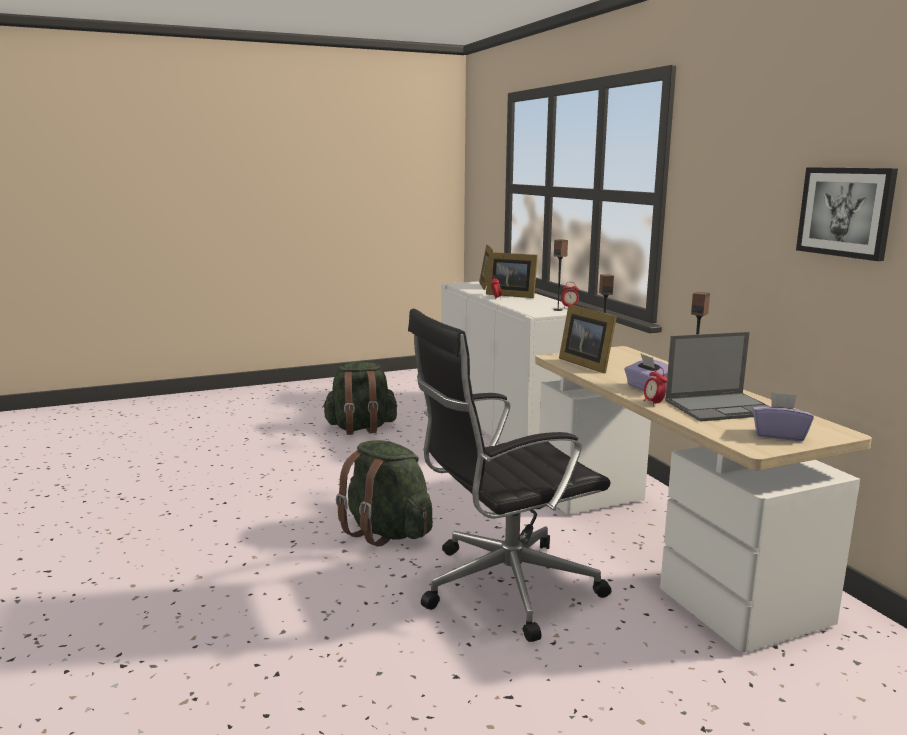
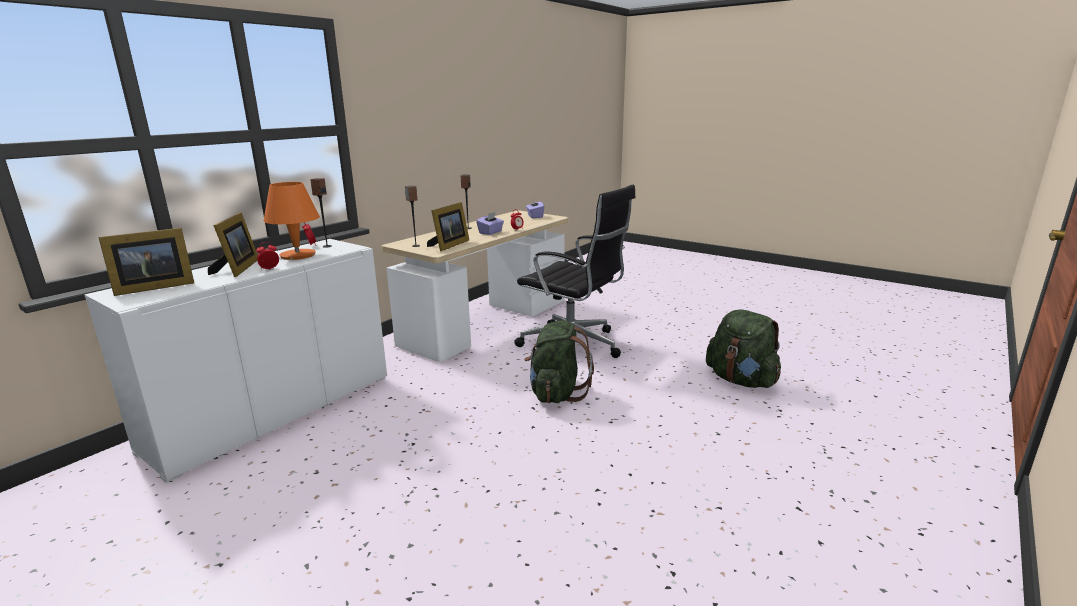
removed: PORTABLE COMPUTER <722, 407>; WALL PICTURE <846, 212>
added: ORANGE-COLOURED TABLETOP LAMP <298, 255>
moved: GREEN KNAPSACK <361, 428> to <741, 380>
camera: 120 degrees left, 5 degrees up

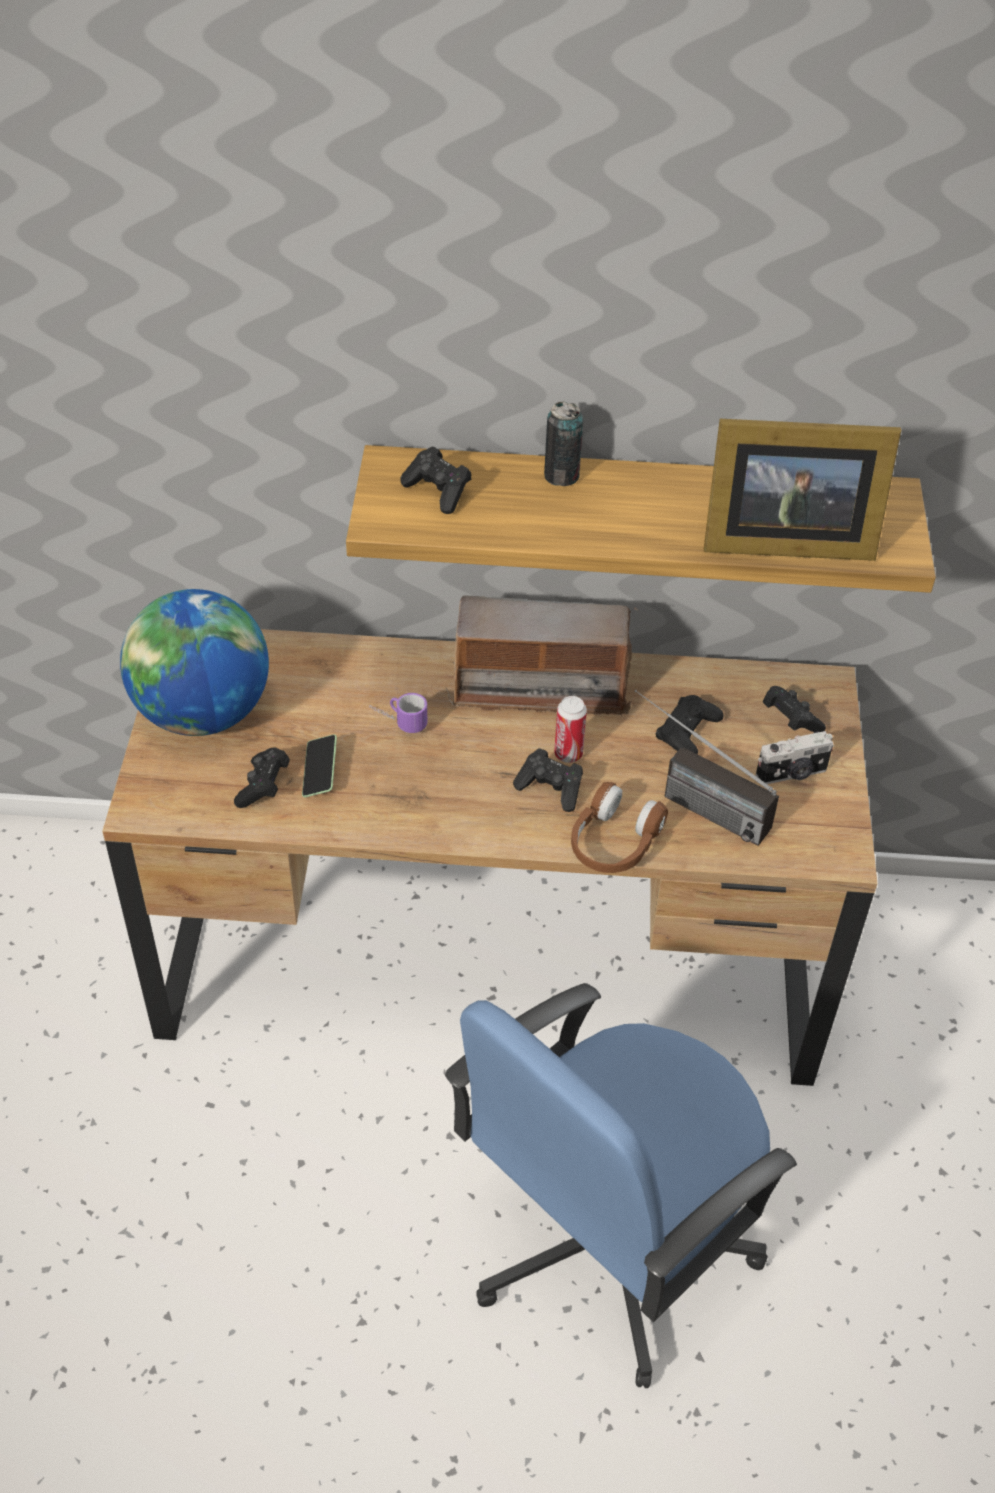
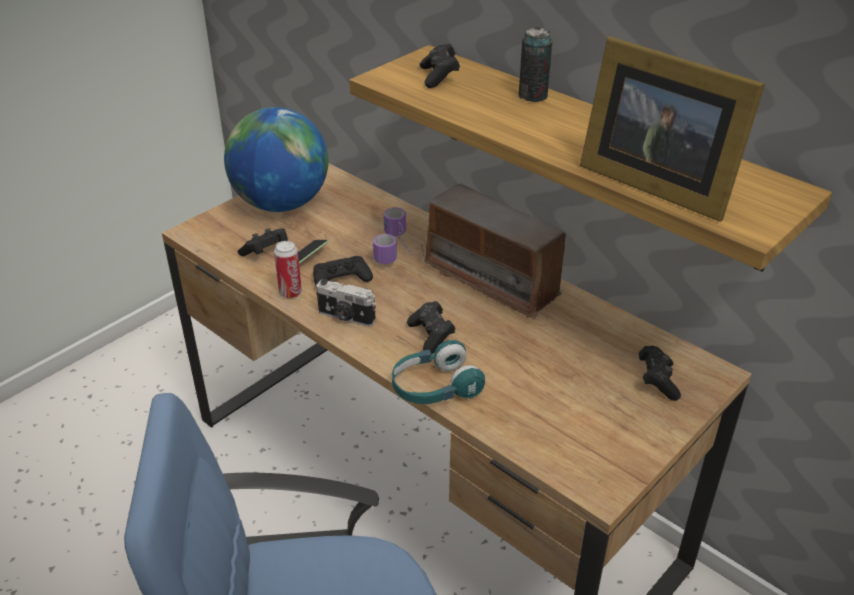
removed: RADIO <690, 801>
added: MUG <400, 243>
moved: CAN <568, 754> to <290, 293>; BLACK-COLOURED JOYPAD <688, 731> to <341, 278>; STILL CAMERA <792, 774> to <346, 317>
recoloured: BROWNISH HEADSET <613, 843> to TURQUOISE HEADSET <435, 387>
camera: 40 degrees right, 10 degrees down

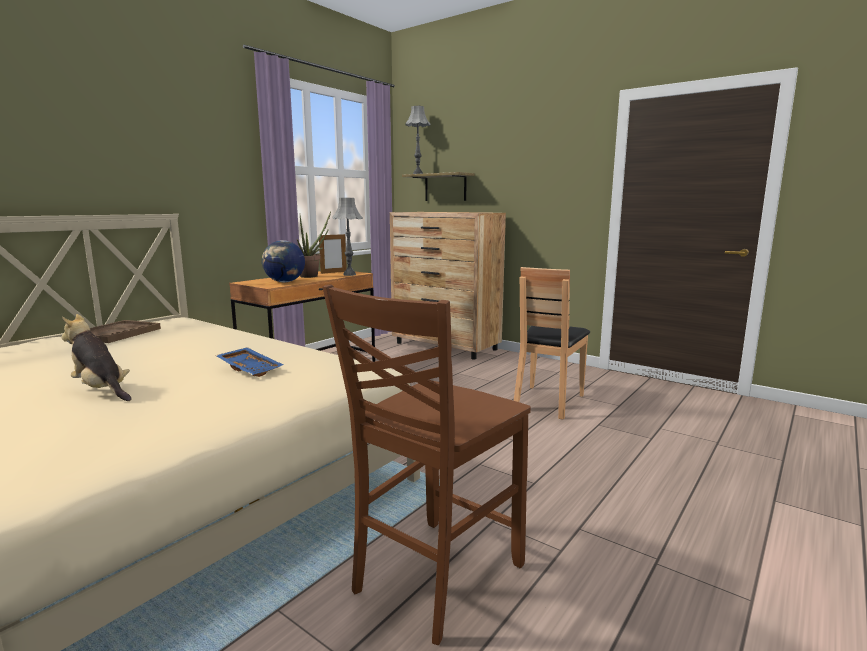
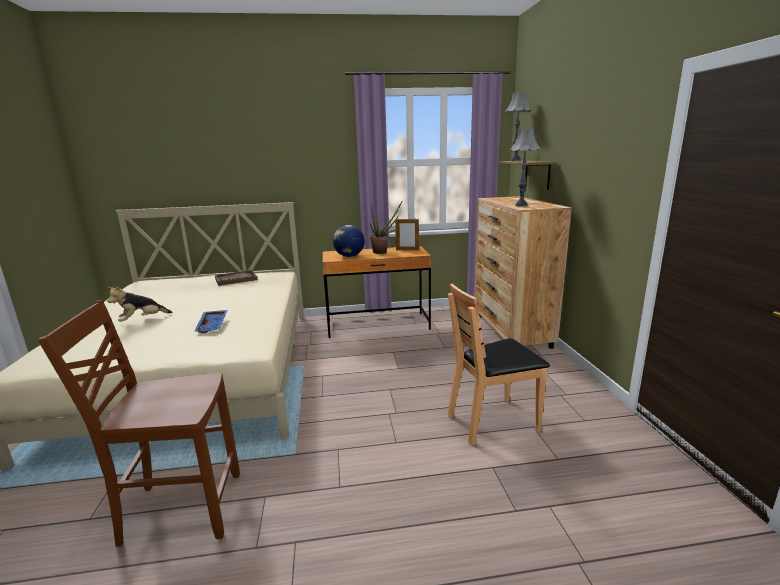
moved: GREYISH TABLETOP LAMP <349, 275> to <521, 205>
turned: SOFT TOY <101, 390> = <142, 320> 120 degrees counterclockwise
camera: 45 degrees right, 5 degrees up

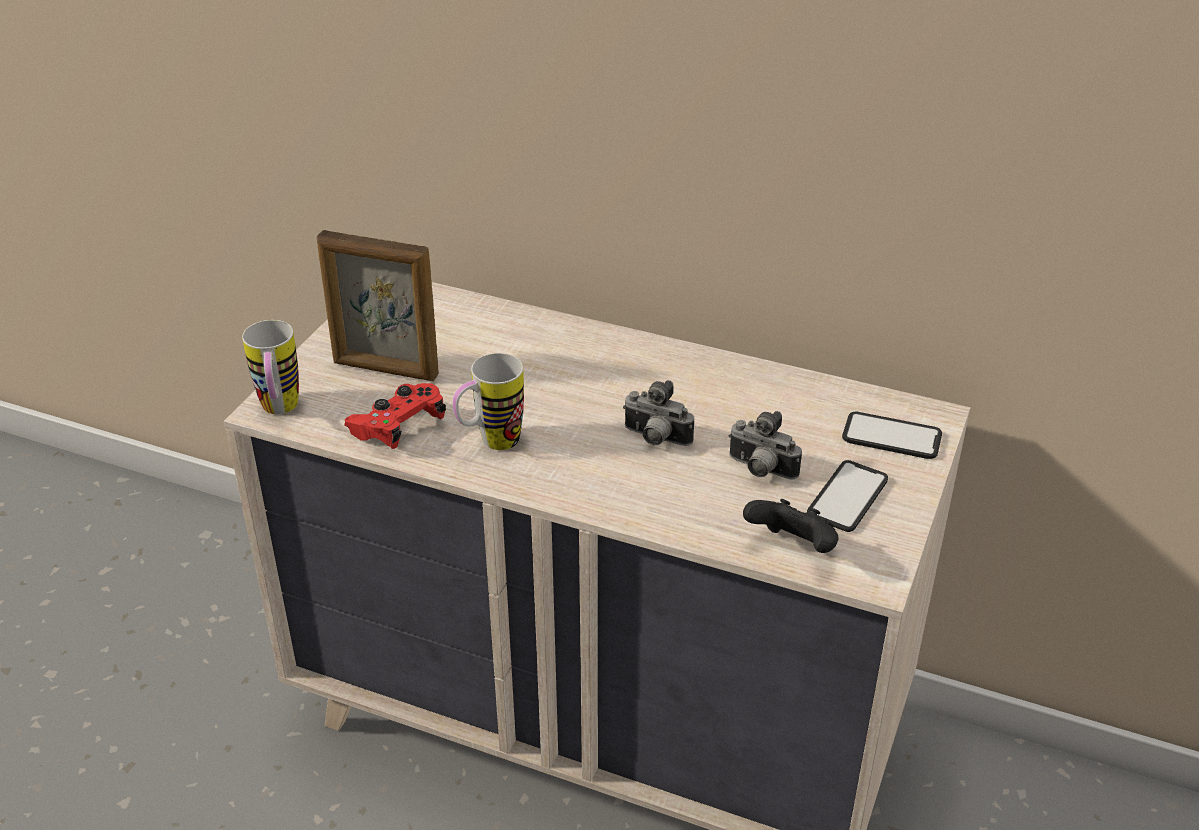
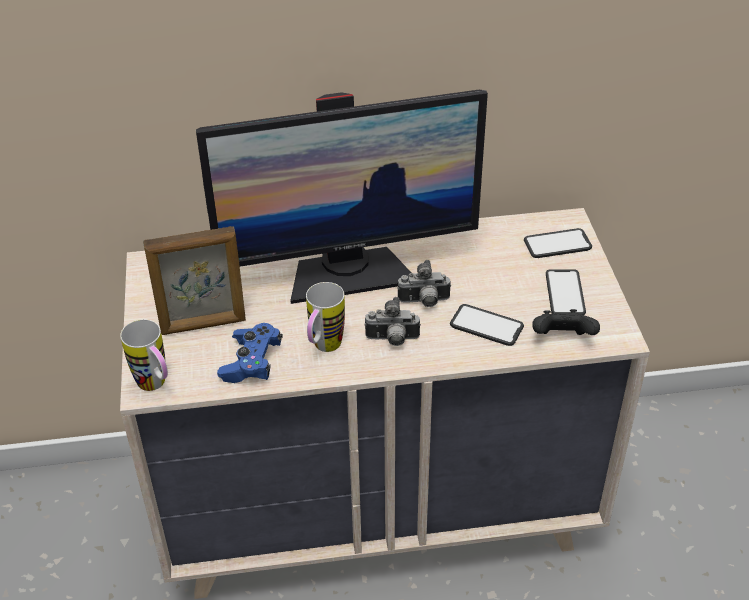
added: COMPUTER DISPLAY <348, 271>; TELEPHONE <486, 326>
moved: STILL CAMERA <760, 470> to <392, 340>
recoloured: RED JOYPAD <398, 427> to BLUE-COLOURED JOYPAD <251, 363>
camera: 30 degrees left, 5 degrees up

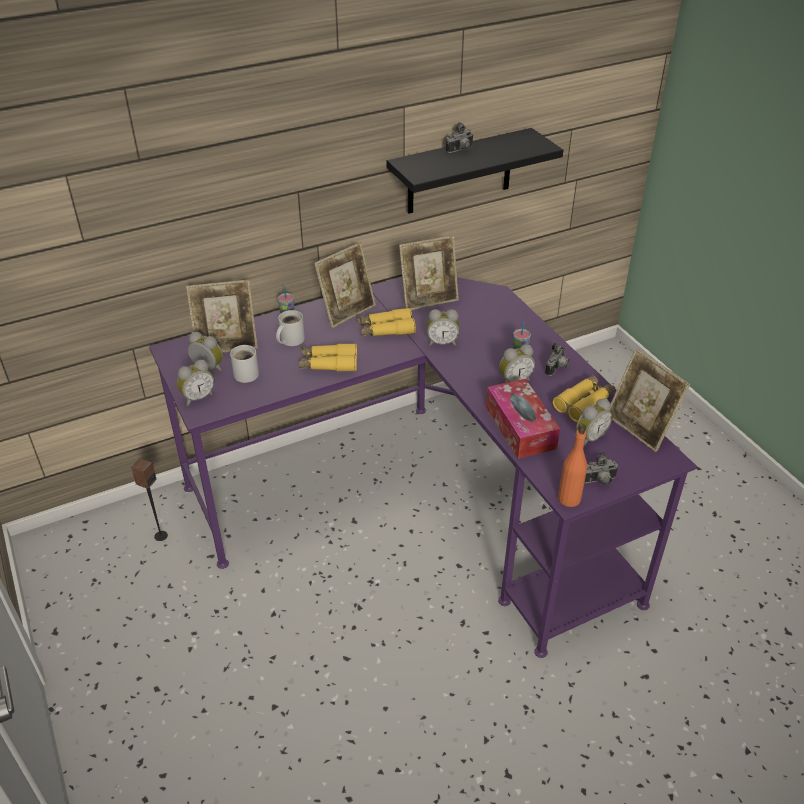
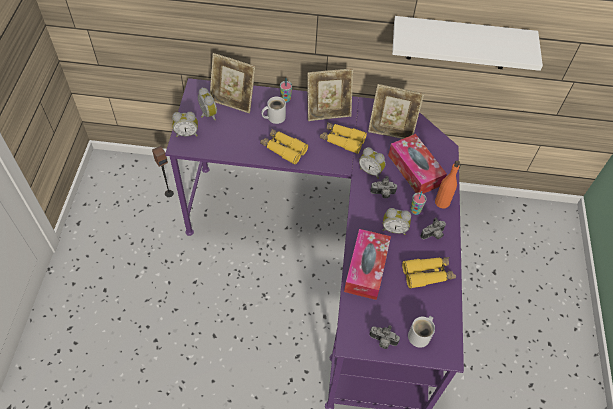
removed: BEDSIDE CLOCK <589, 437>; PHOTO FRAME <639, 428>
added: TISSUE HOLDER <415, 170>
moved: STILL CAMERA <461, 150> to <383, 194>; WHITE MUG <248, 373> to <421, 335>; ORANGE-COLOURED DRINK BOTTLE <569, 498> to <442, 202>
recoloured: BLACK-COLOURED WALL SHELF <459, 172> to WHITE WALL SHELF <460, 43>
camera: 30 degrees right, 15 degrees up

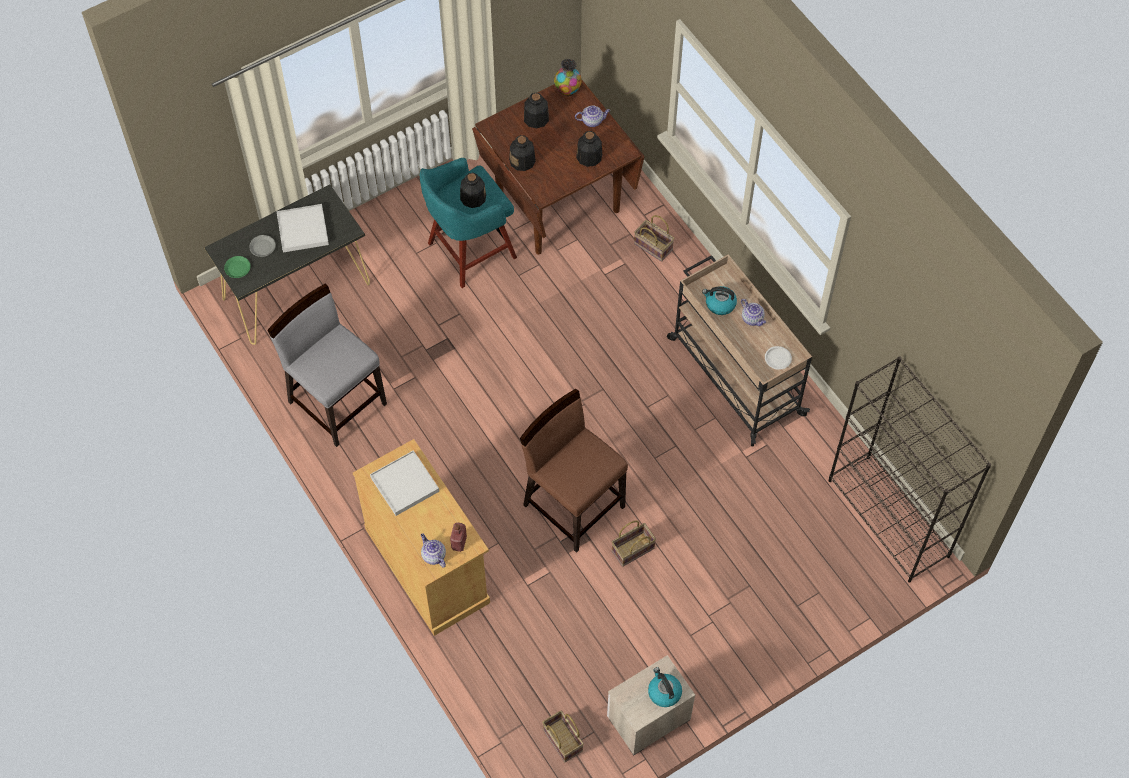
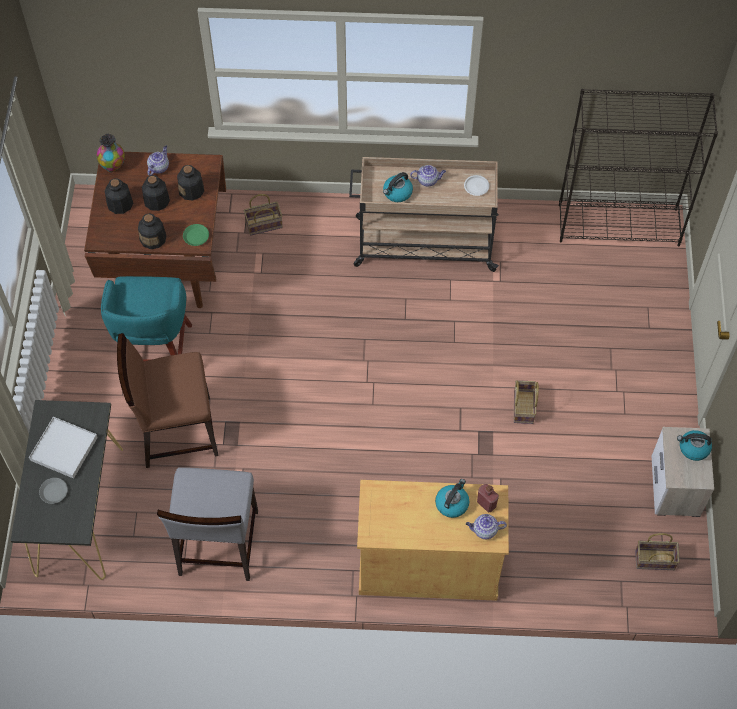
removed: WHITE TRAY <405, 484>
added: TEA KETTLE <452, 503>
moved: BROWNISH UPRIGHT CHAIR <573, 504> to <176, 431>; DRINK BOTTLE <472, 197> to <156, 201>; GREEN FLAT DISH <238, 268> to <196, 236>
turned: GREYISH UPRIGHT CHAIR <337, 402> = <217, 544> 75 degrees counterclockwise
camera: 55 degrees left, 0 degrees up

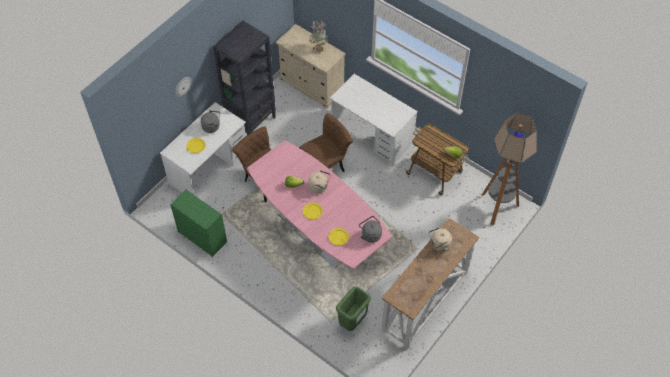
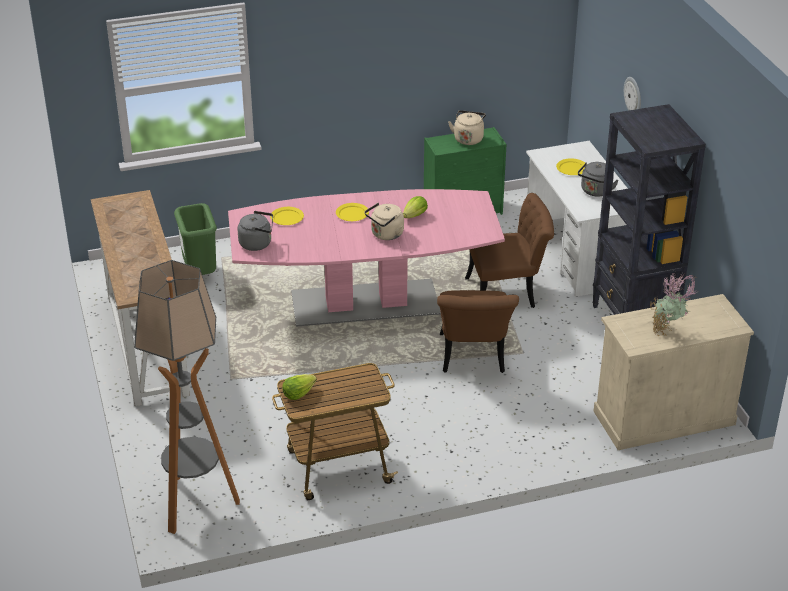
removed: WHITE DESK TABLE <372, 135>
moved: BEIGE-COLOURED TEA KETTLE <439, 244> to <468, 138>
camera: 125 degrees right, 20 degrees down

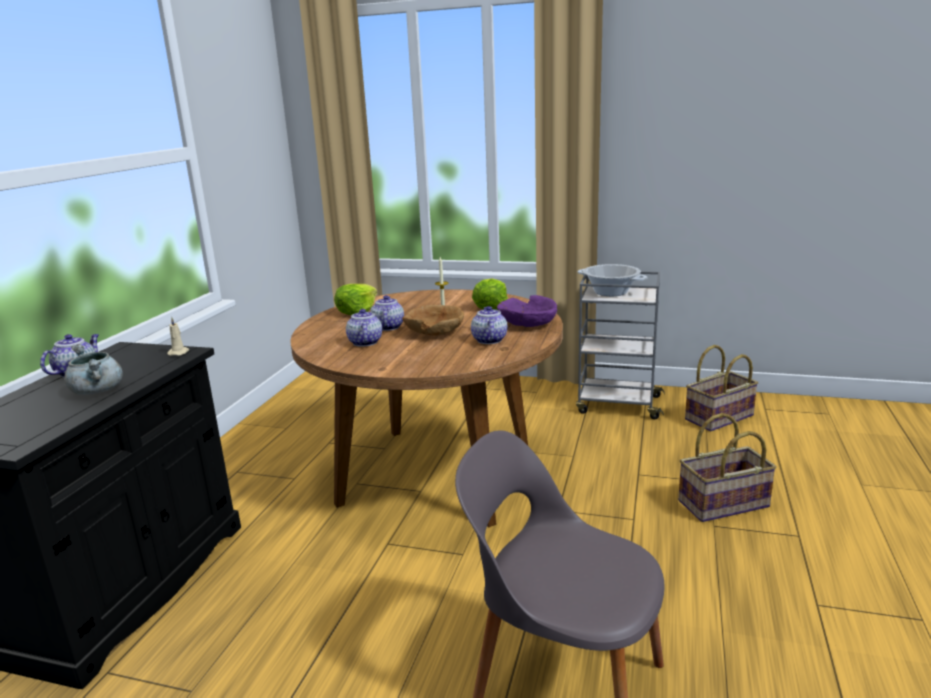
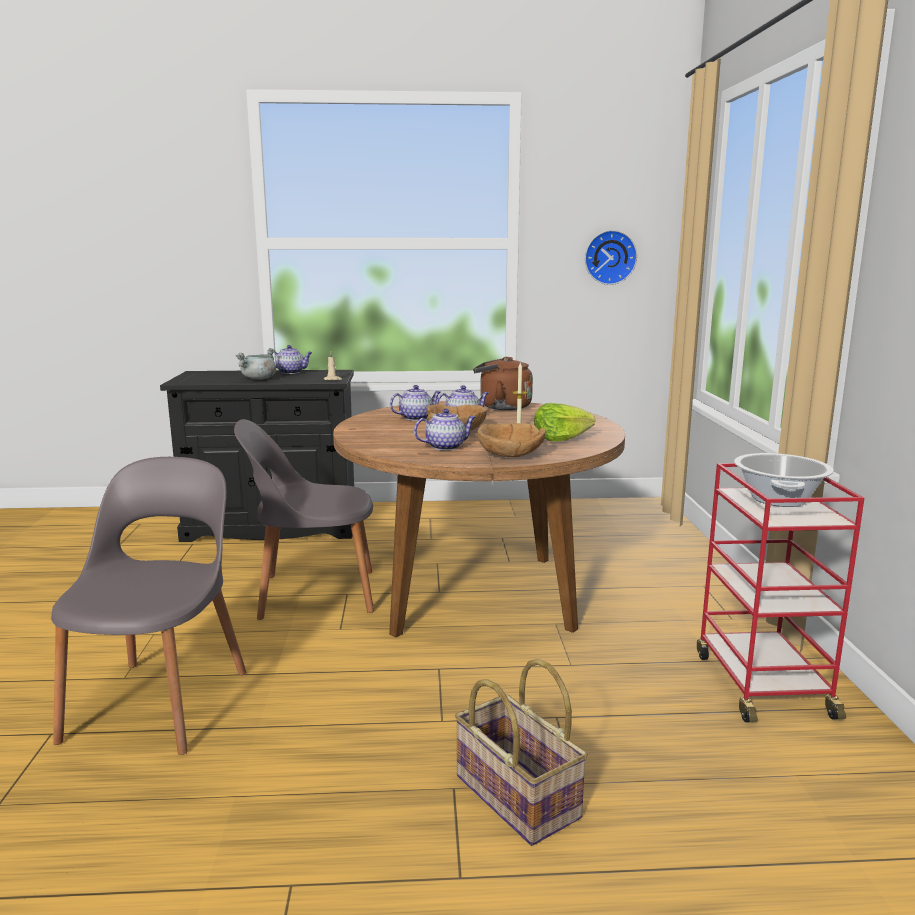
removed: BASKET <719, 418>
added: GREYISH UPRIGHT CHAIR <313, 594>; HANGING CLOCK <609, 257>
replaced: LETTUCE <357, 312> to BROWNISH TEA KETTLE <501, 407>
recoloured: PURPLE-COLOURED BOWL <528, 324> to BROWNISH BOWL <510, 454>; GREYISH TROLLEY <617, 404> to RED TROLLEY <761, 684>
camera: 70 degrees right, 5 degrees down

